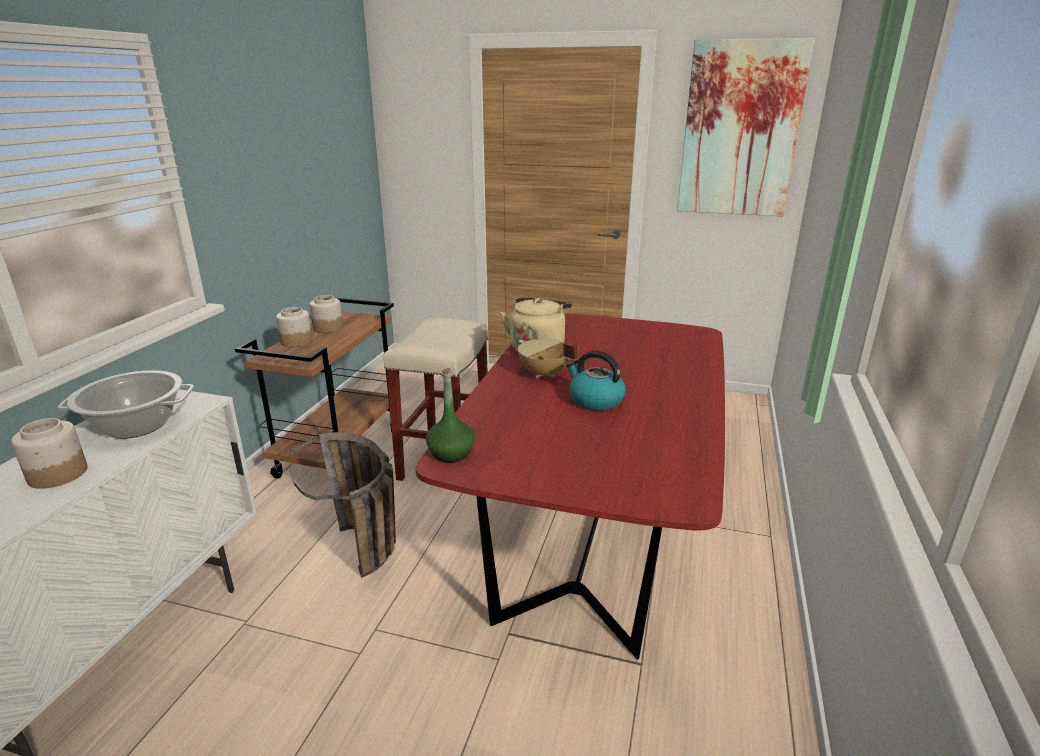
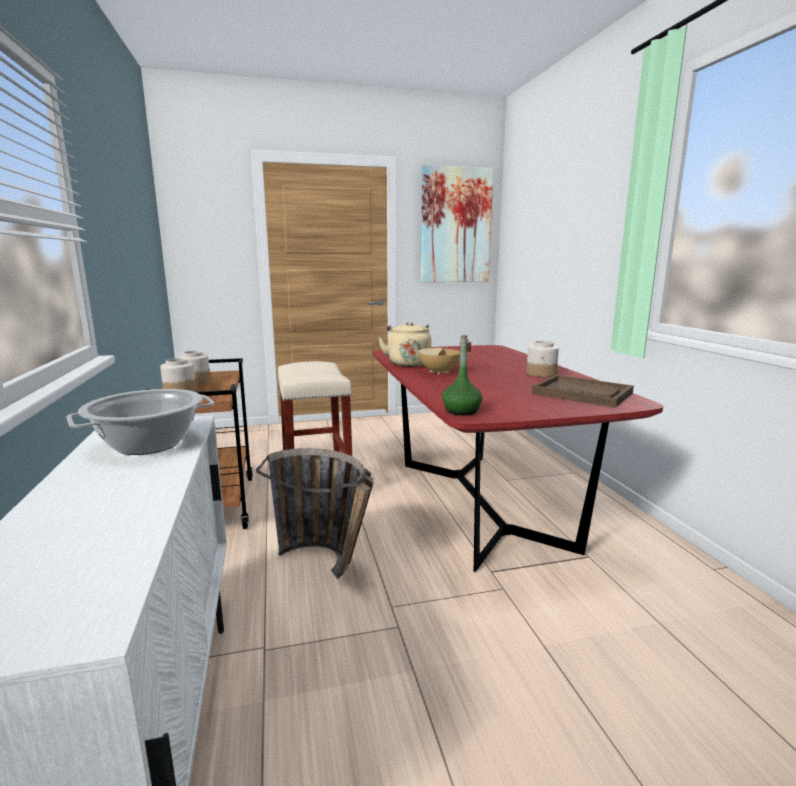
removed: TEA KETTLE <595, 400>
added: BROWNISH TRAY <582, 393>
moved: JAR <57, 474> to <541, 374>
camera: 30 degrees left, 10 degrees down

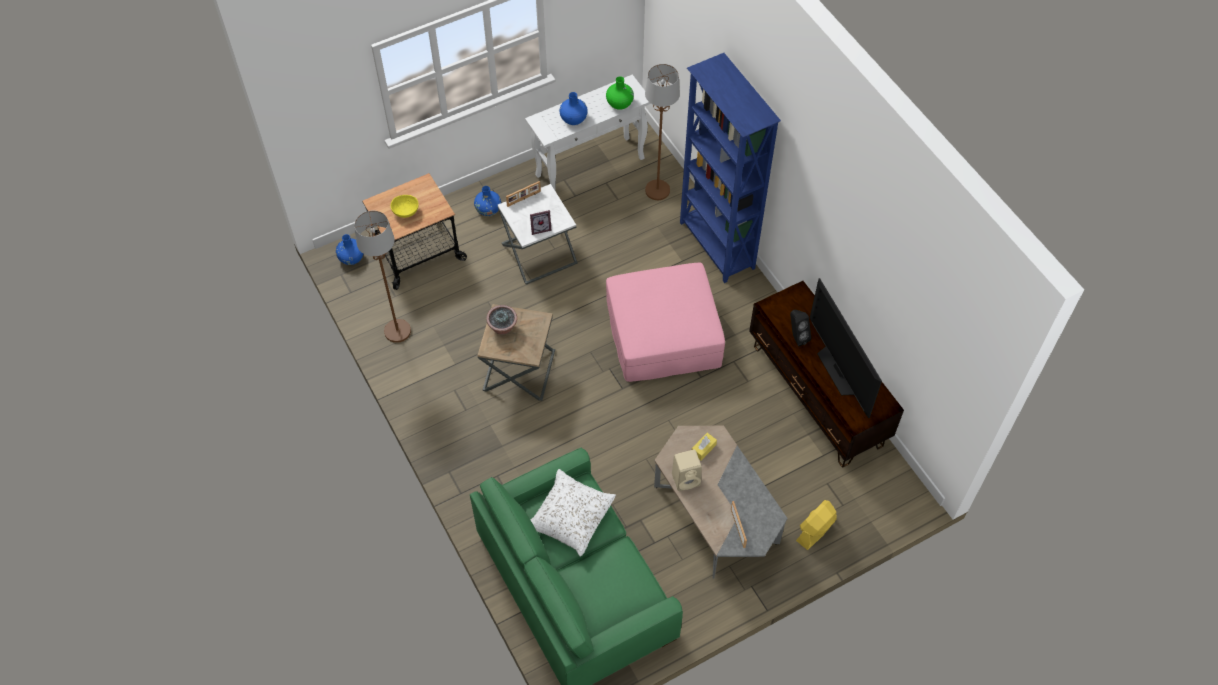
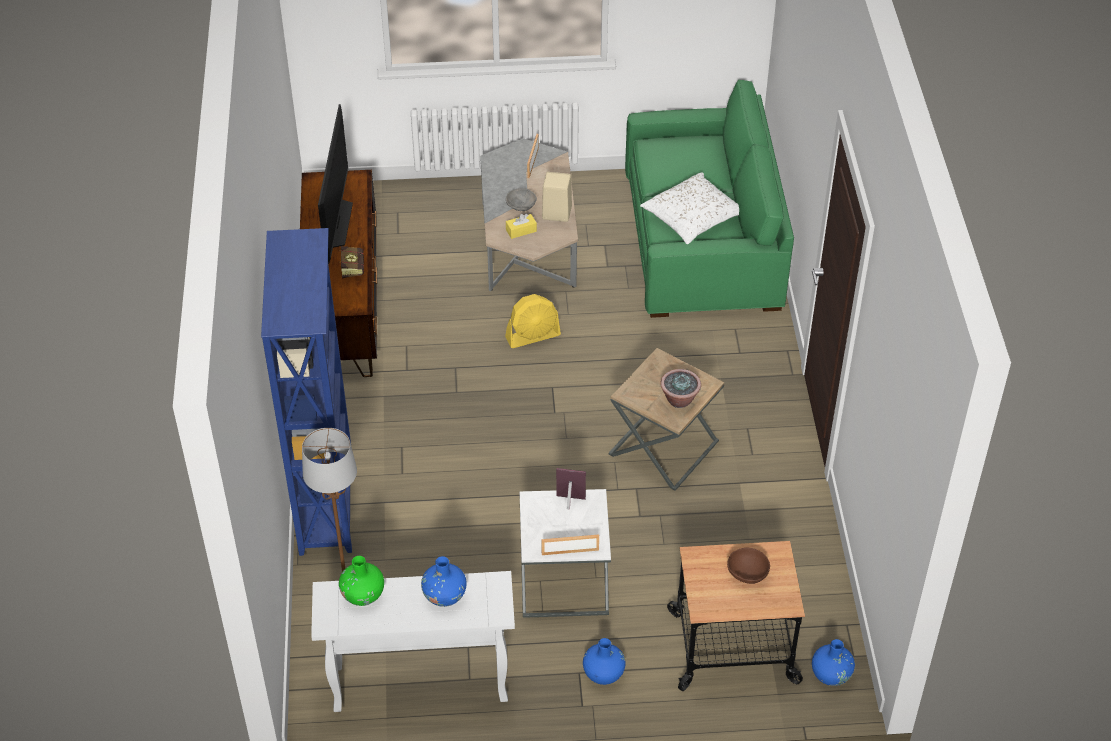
removed: BROWNISH STANDARD LAMP <397, 331>; PINK OTTOMAN <663, 334>
added: GREYISH BOWL <520, 207>
moved: YELLOW-COLOURED ELECTRIC FAN <815, 530> to <533, 336>
replaced: BLACK-COLOURED SPEAKER <796, 337> to BOOK <352, 266>
recoloured: YELLOW-COLOURED BOWL <405, 212> to BROWNISH BOWL <748, 574>
camera: 155 degrees left, 10 degrees down

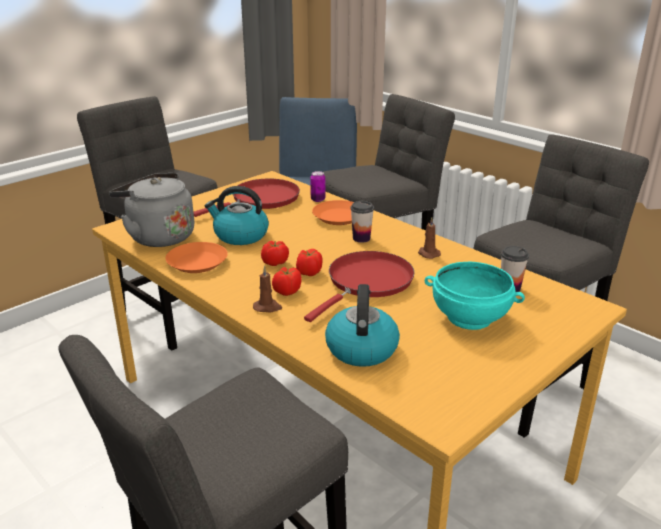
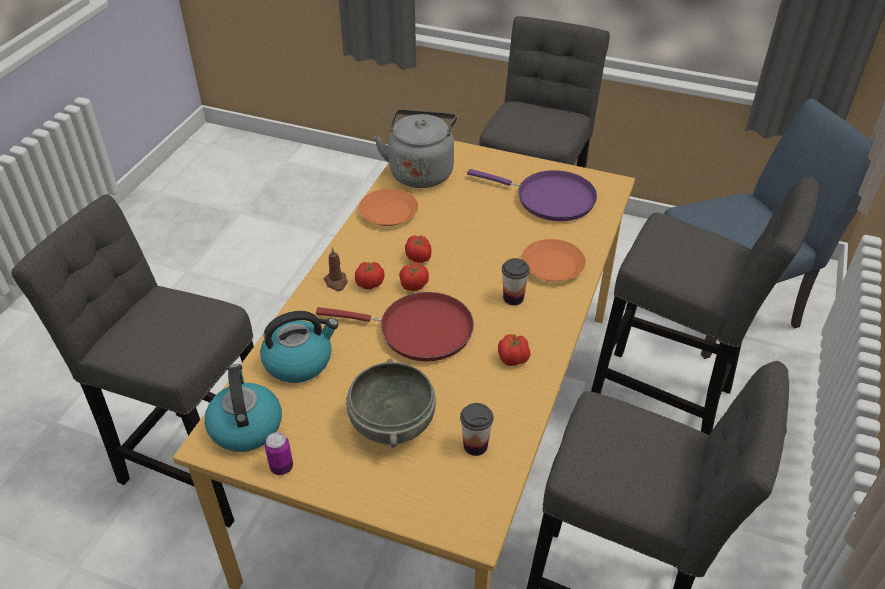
moved: TEA KETTLE <240, 235> to <245, 426>; CAN <318, 199> to <281, 467>
replaced: BROWNISH WAX LIGHT <428, 254> to WHOLE TOMATO <513, 359>
recoloured: TURQUOISE BOWL <469, 318> to GREYISH BOWL <391, 424>; RED PAN <261, 200> to PURPLE-COLOURED PAN <549, 199>
camera: 65 degrees right, 15 degrees up

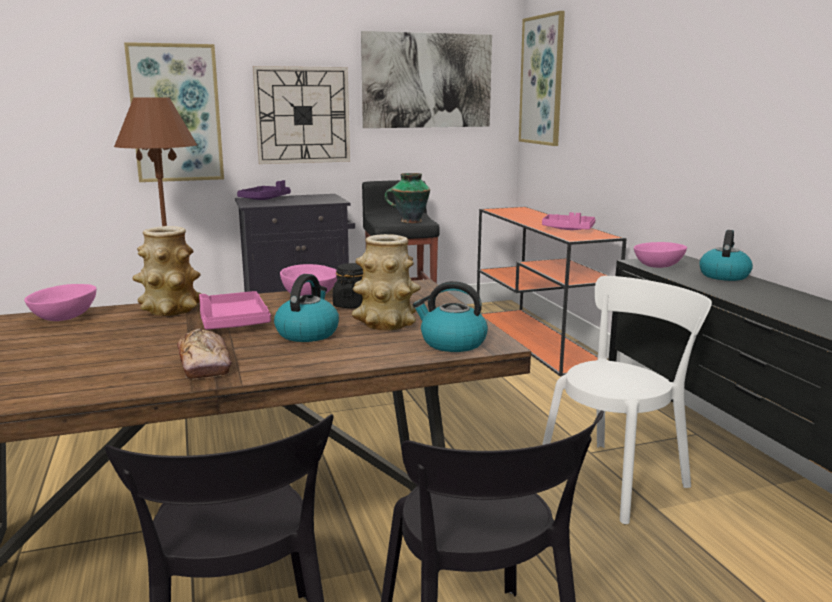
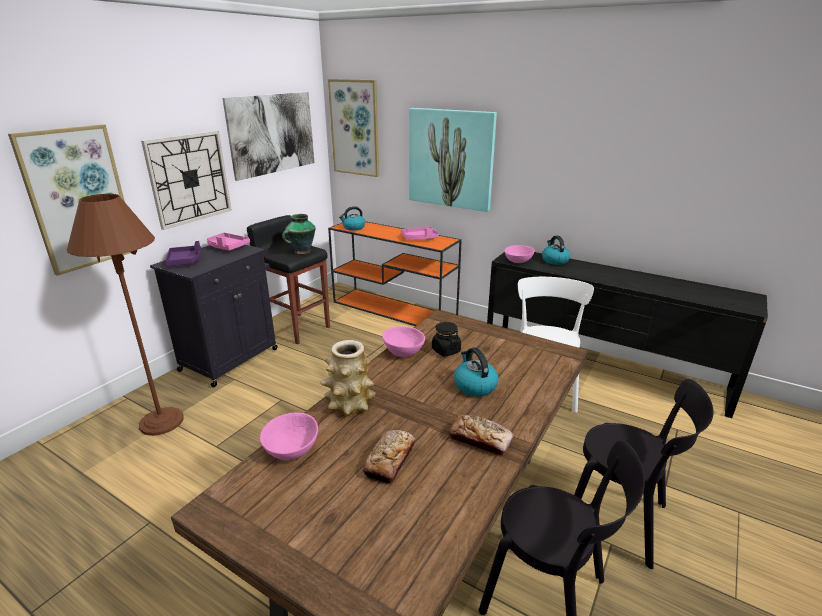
removed: VASE <386, 323>
added: BAKERY BREAD <390, 460>; WALL PICTURE <451, 159>
moved: PINK TRAY <233, 322> to <227, 247>; TEA KETTLE <452, 343> to <353, 228>
camera: 40 degrees left, 10 degrees up

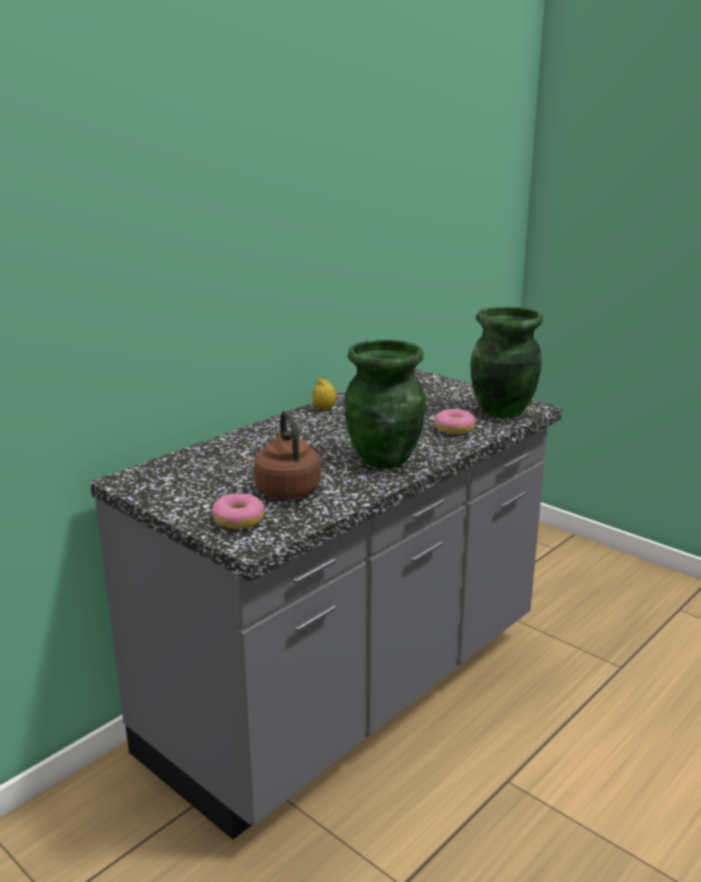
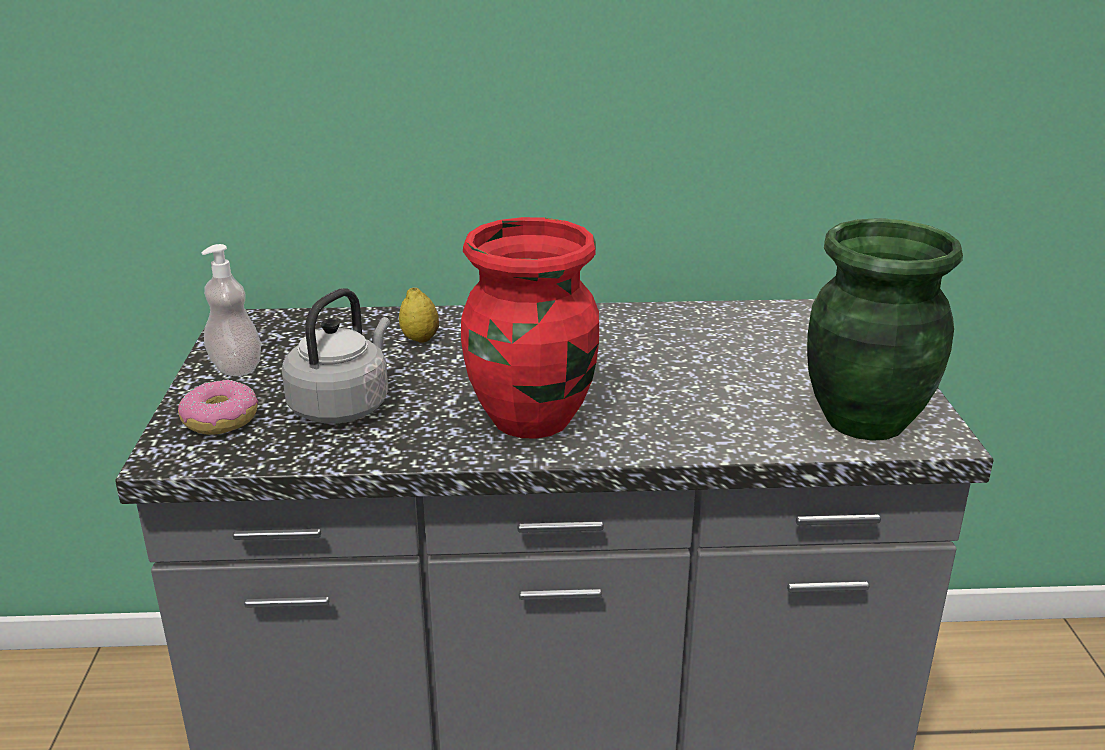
removed: DOUGHNUT <454, 429>
added: SOAP DISPENSER <236, 368>
moved: LEMON <324, 409> to <420, 339>
recoloured: BROWNISH TEA KETTLE <287, 489> to GREYISH TEA KETTLE <343, 406>; GREEN VASE <385, 459> to RED VASE <533, 420>
camera: 45 degrees right, 5 degrees up

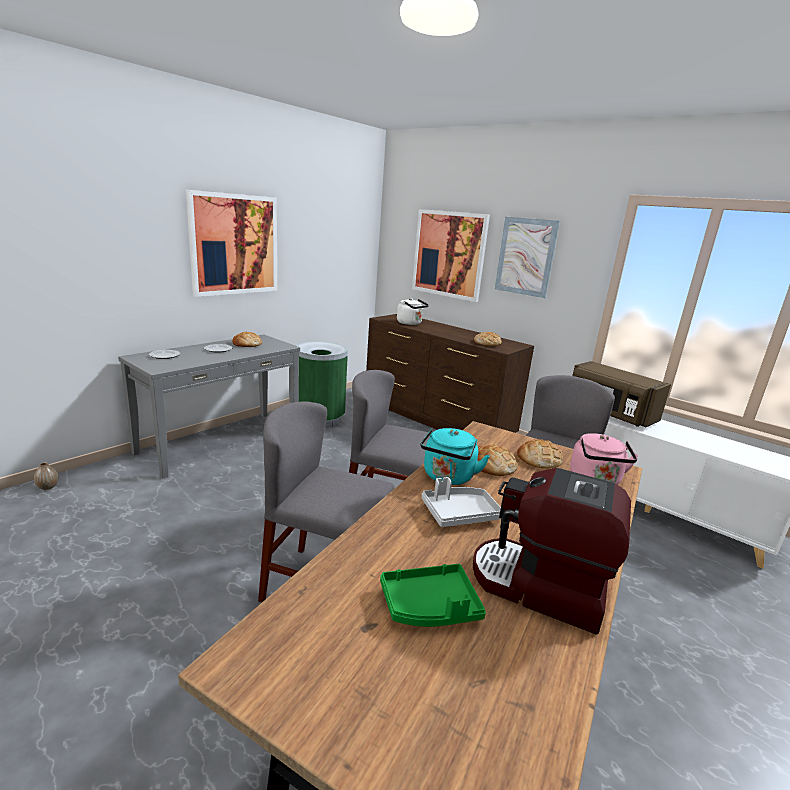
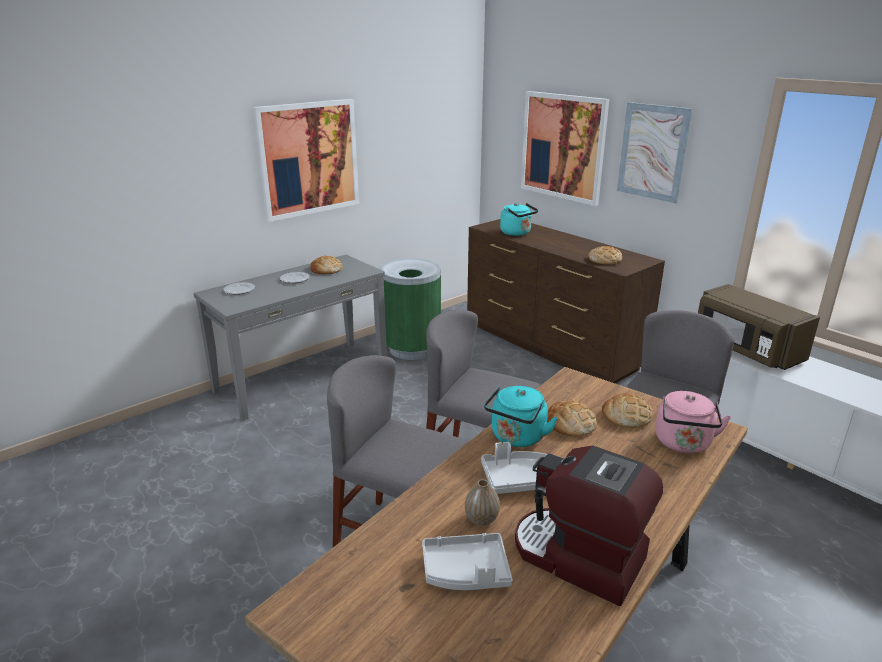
moved: VASE <48, 487> to <481, 519>
recoloured: GREEN TRAY <430, 606> to GREYISH TRAY <466, 572>; WHITE TEA KETTLE <410, 323> to TURQUOISE TEA KETTLE <517, 233>
camera: 10 degrees right, 5 degrees up

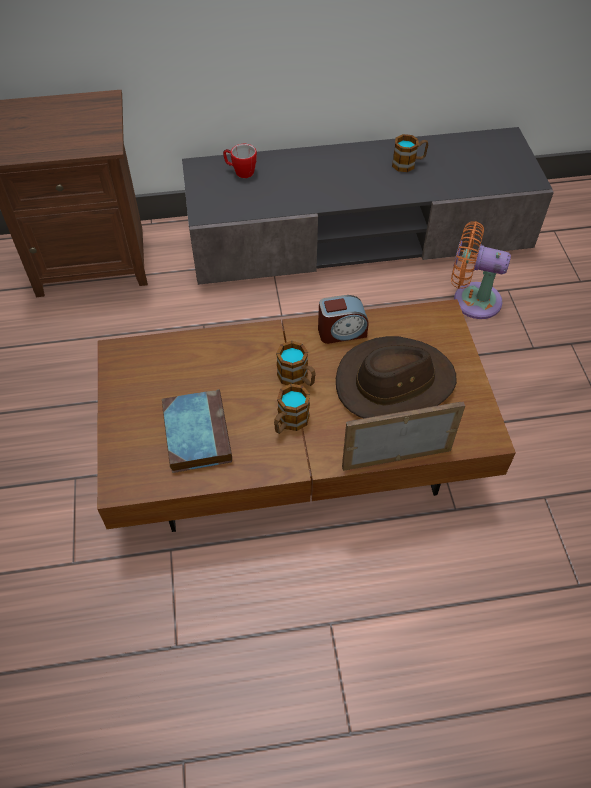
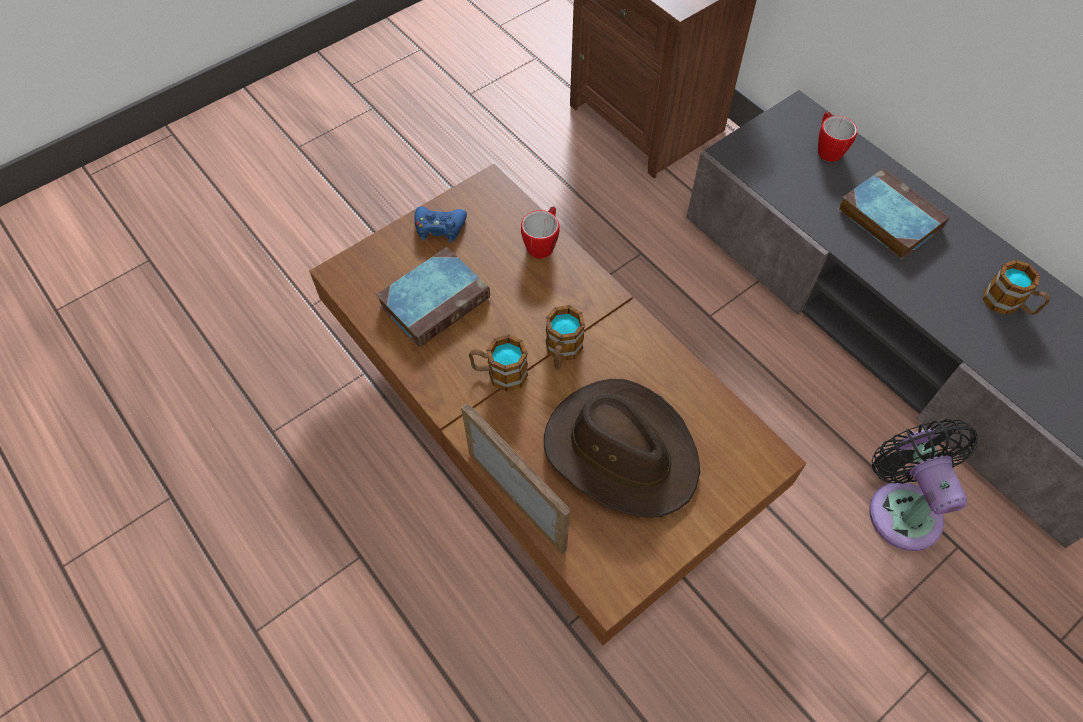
removed: BEDSIDE CLOCK <341, 332>
added: BLUE-COLOURED JOYPAD <439, 227>; MUG <543, 244>; BOOK <887, 217>
recoloured: ORANGE-COLOURED ELECTRIC FAN <471, 299> to BLACK-COLOURED ELECTRIC FAN <902, 507>
camera: 60 degrees right, 5 degrees up

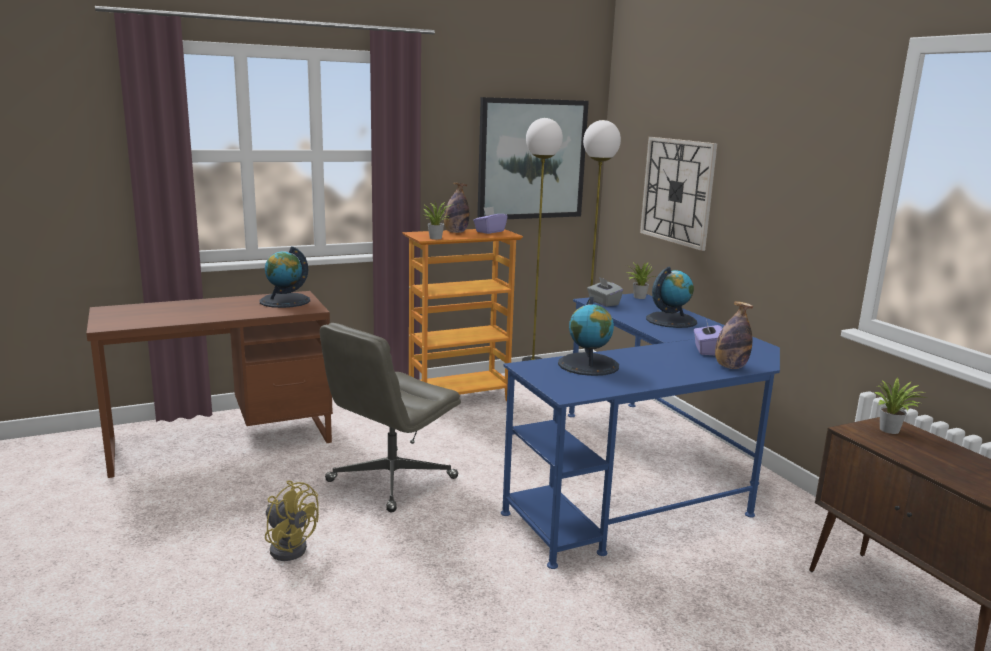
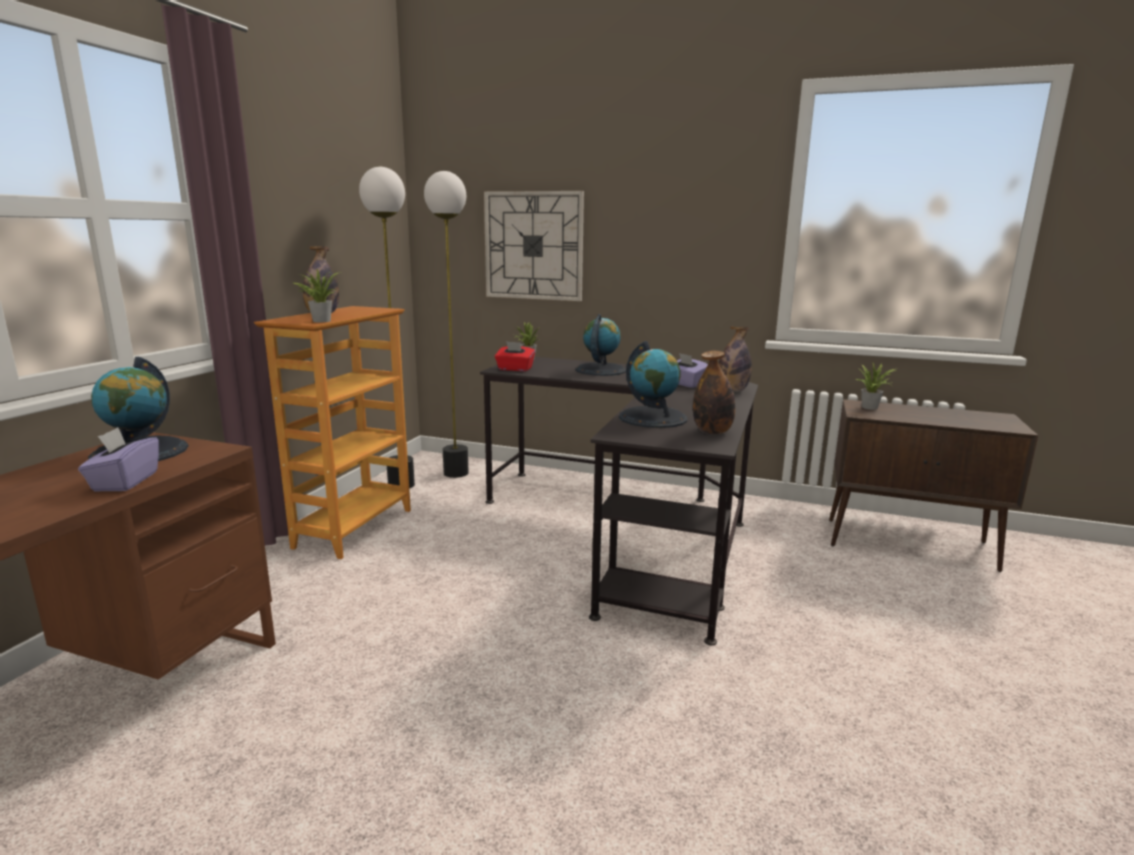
removed: YELLOW-COLOURED ELECTRIC FAN <289, 546>; GREYISH DESK CHAIR <391, 480>; WALL PICTURE <532, 159>
added: DRINK BOTTLE <712, 432>
moved: PURPLE-COLOURED TISSUE HOLDER <489, 231> to <125, 482>
recoloured: BLUE-COLOURED DESK TABLE <641, 476> to BLACK-COLOURED DESK TABLE <630, 529>; GREYISH TISSUE HOLDER <603, 303> to RED TISSUE HOLDER <515, 369>
camera: 45 degrees left, 0 degrees up

